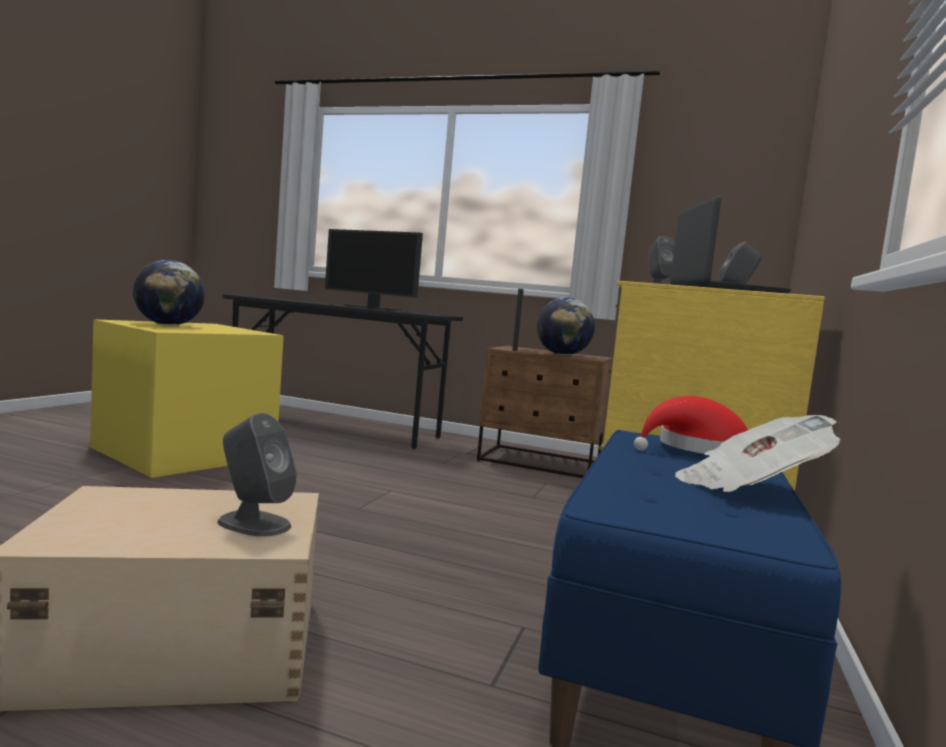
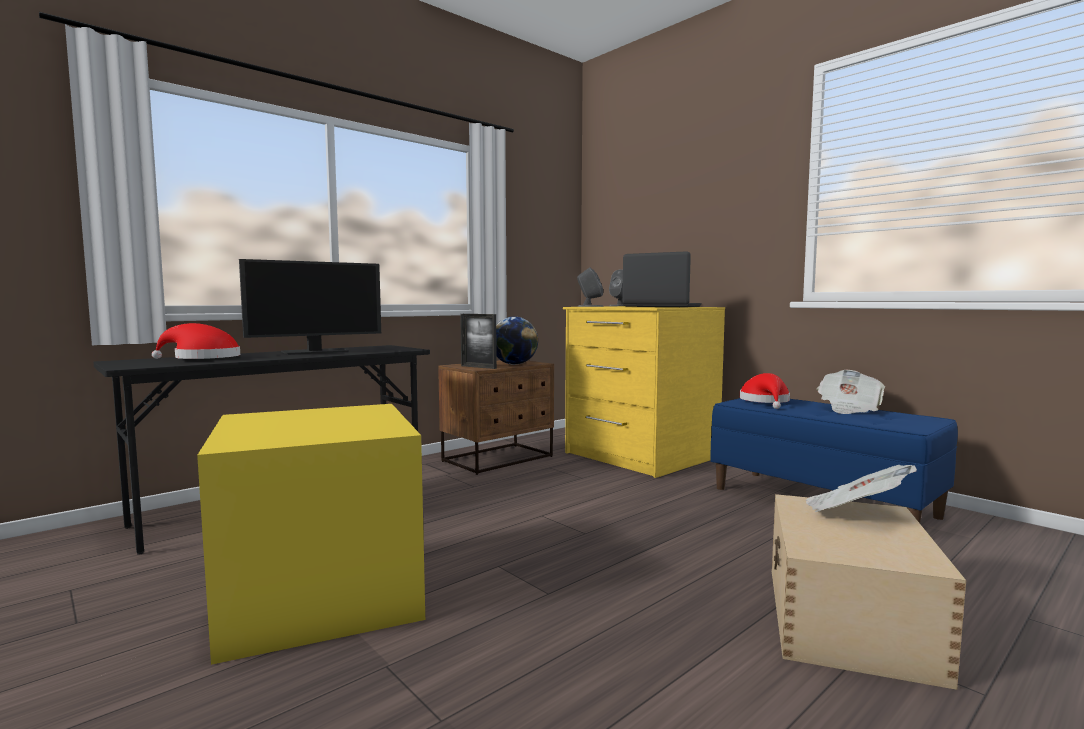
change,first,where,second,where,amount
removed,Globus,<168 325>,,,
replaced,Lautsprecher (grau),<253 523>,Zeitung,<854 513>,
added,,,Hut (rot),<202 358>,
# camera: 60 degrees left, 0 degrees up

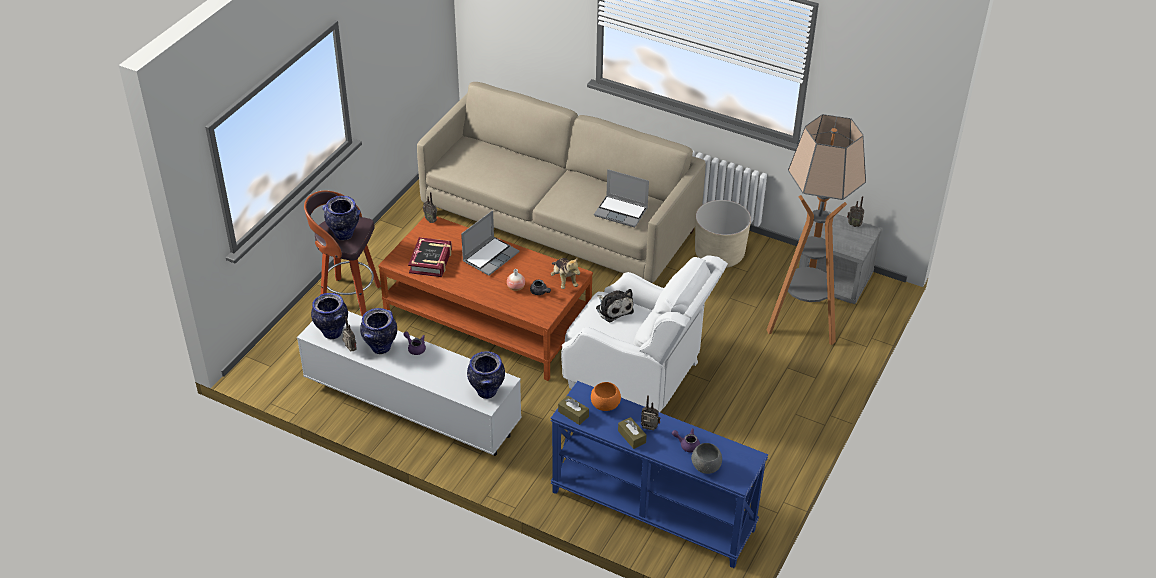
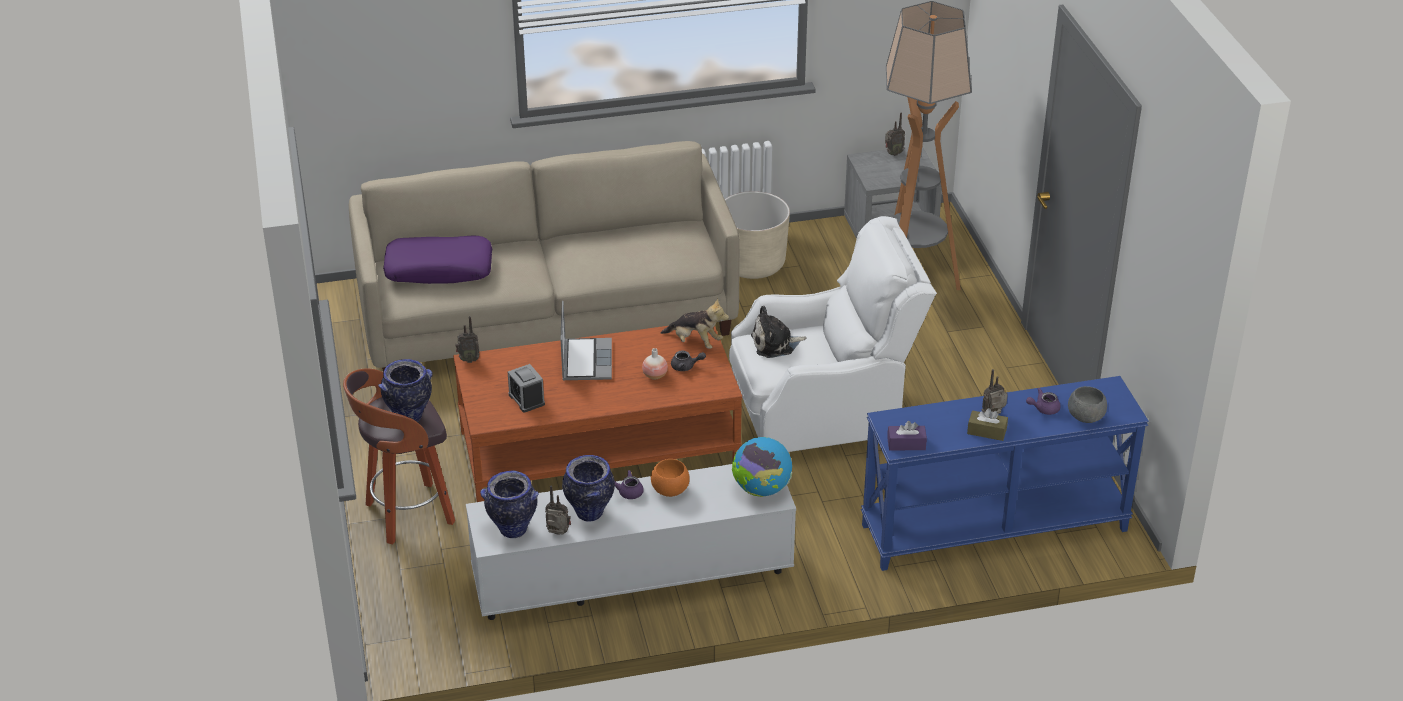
change,first,where,second,where,amount
removed,Laptop,<621 212>,,,
replaced,Buch,<431 261>,Wecker,<526 399>,
turned,Plüschtier,<613 309>,,<775 344>,150 degrees clockwise
replaced,Vase,<487 392>,Globus,<761 489>,
moved,Schüssel (orange),<605 405>,,<669 490>,
recoloured,Taschentuchbox (braun),<573 414>,Taschentuchbox (lila),<906 444>,
added,,,Kissen (lila),<439 269>,
# camera: 40 degrees left, 5 degrees down

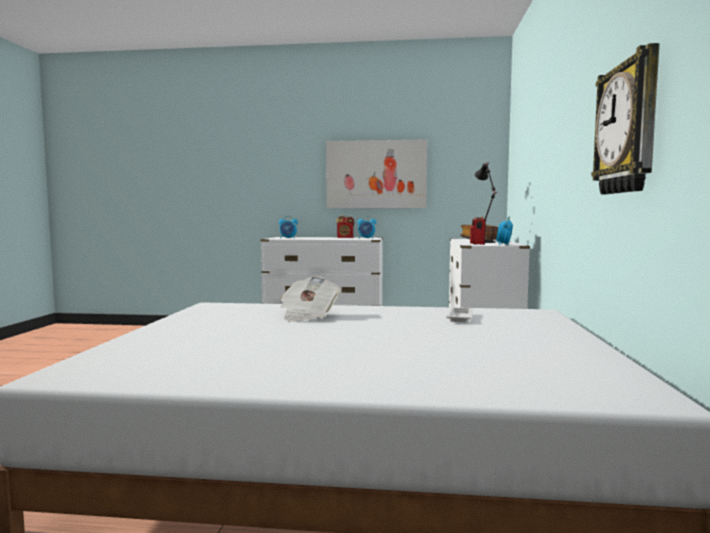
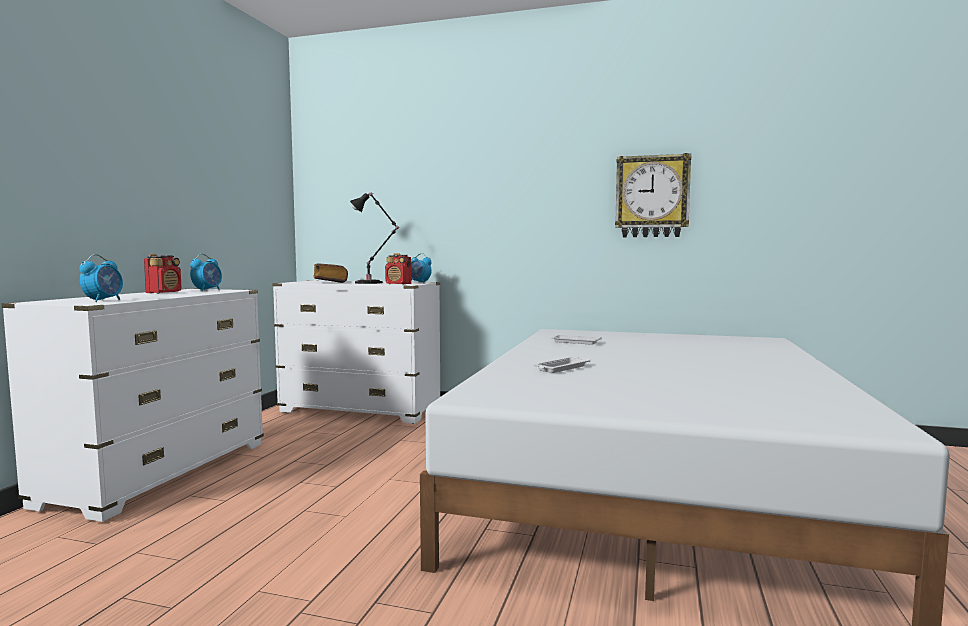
change,first,where,second,where,amount
removed,Bild,<376 174>,,,
replaced,Zeitung,<308 315>,Tablett (weiß),<561 368>,
# camera: 80 degrees left, 0 degrees up

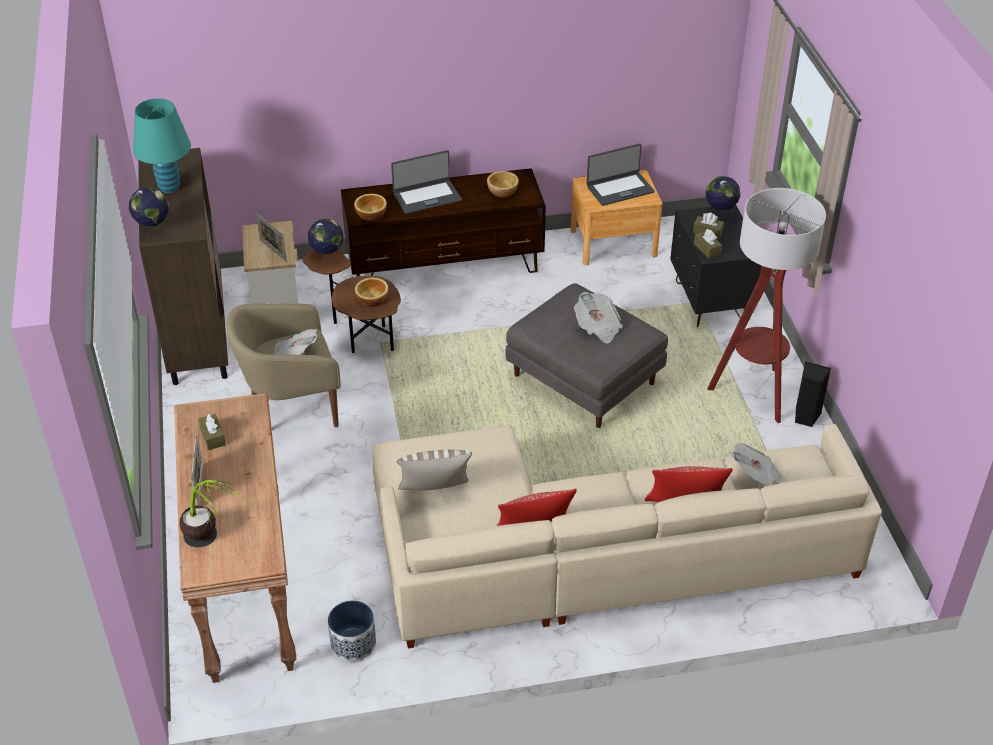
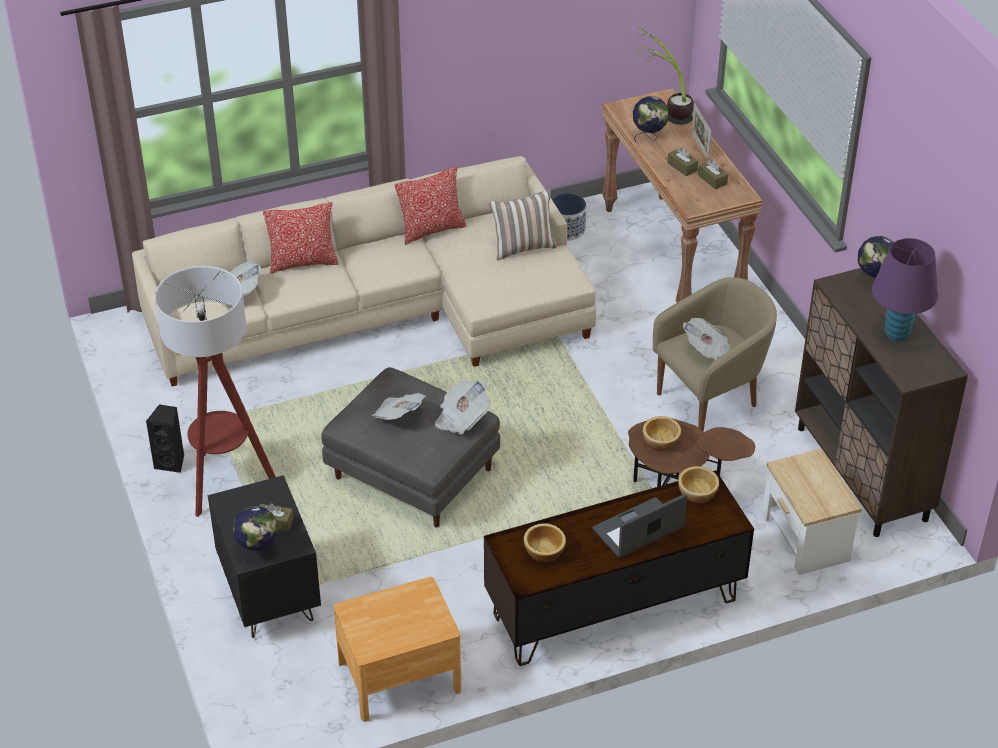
change,first,where,second,where,amount
recoloured,Tischlampe (türkis),<169 188>,Tischlampe (lila),<896 334>,
removed,Laptop,<619 189>,,,
removed,Bilderrahmen,<273 250>,,,
moved,Globus,<327 258>,,<649 137>,
moved,Taschentuchbox (braun),<707 249>,,<682 167>,
added,,,Zeitung,<461 418>,
# camera: 170 degrees right, 0 degrees up

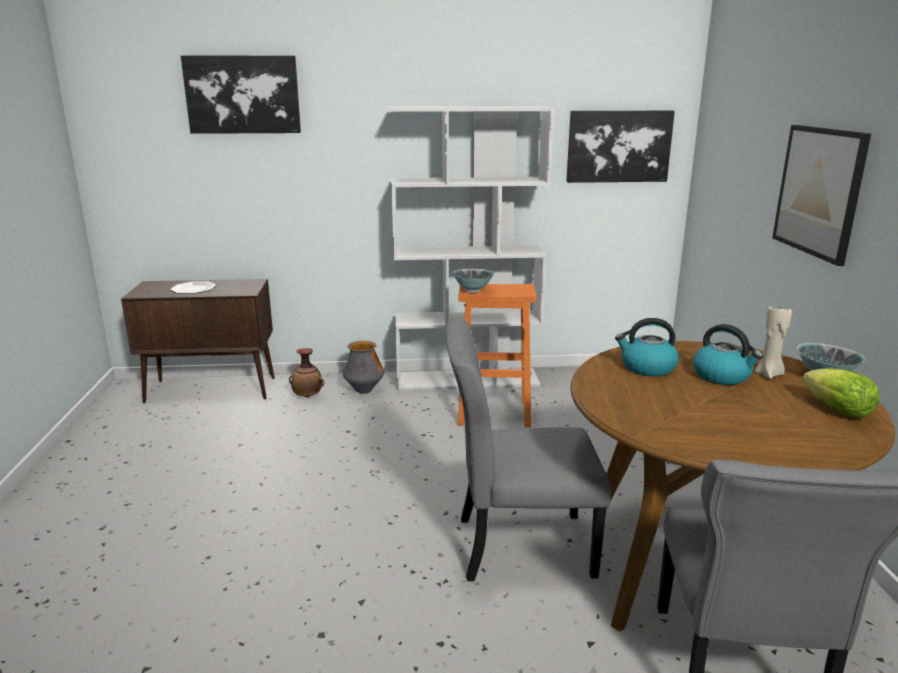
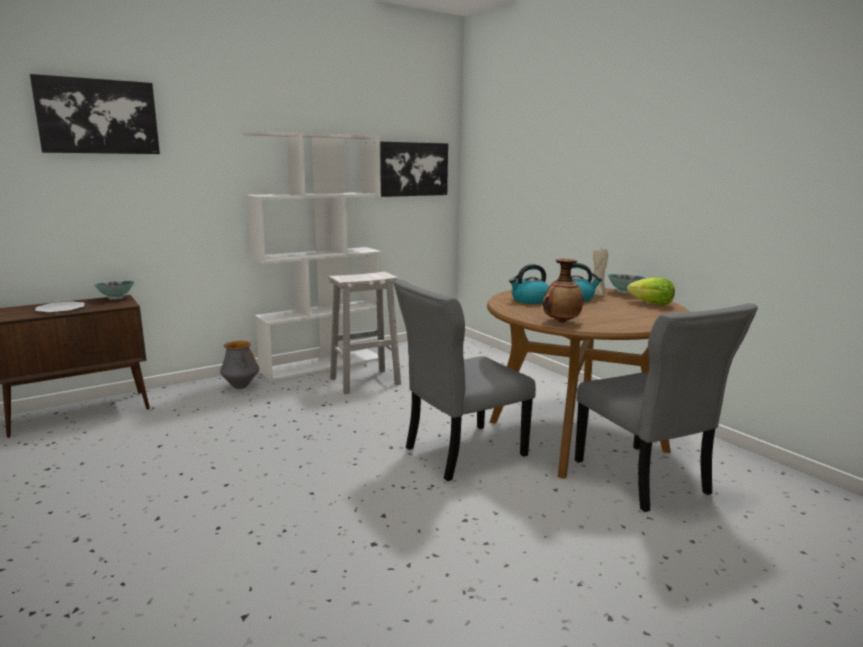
change,first,where,second,where,amount
removed,Bild,<819 191>,,,
moved,Schüssel,<472 291>,,<116 298>,
recoloured,Hocker (orange),<492 413>,Hocker (weiß),<364 381>,
moved,Vase,<308 396>,,<561 322>,
# camera: 30 degrees left, 5 degrees down

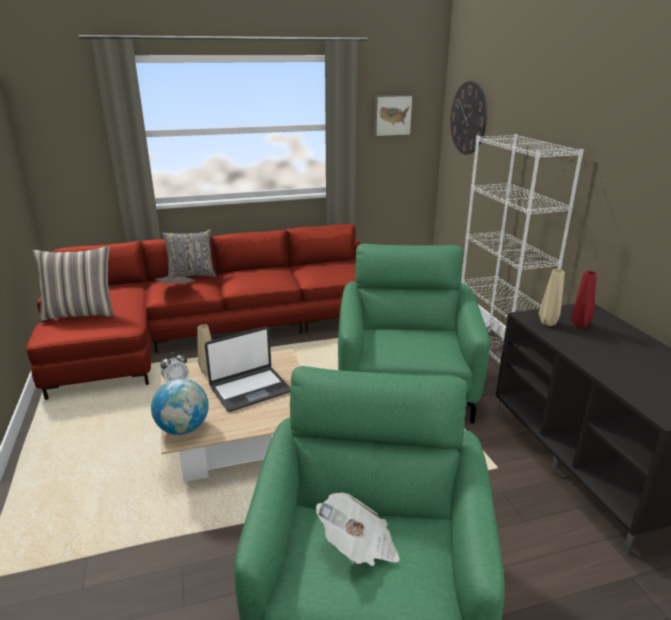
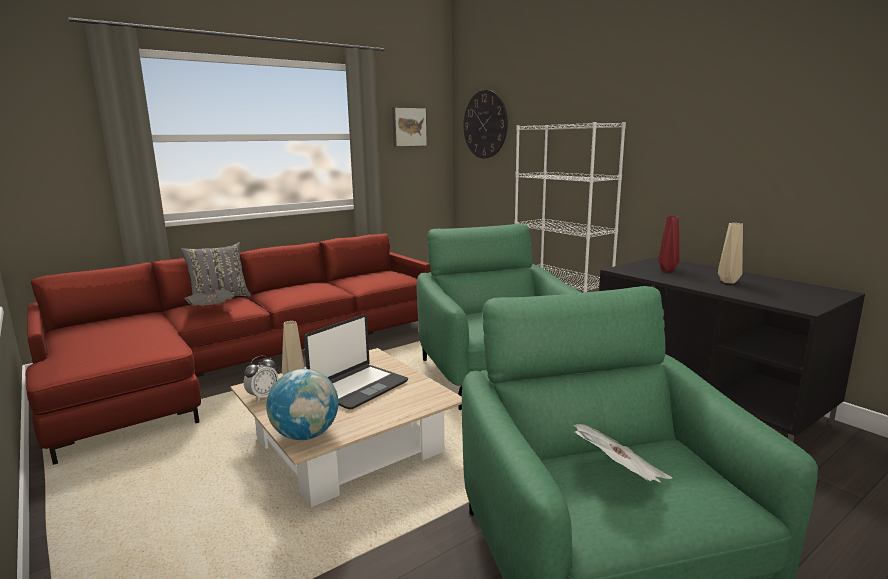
change,first,where,second,where,amount
removed,Kissen,<81 313>,,,
moved,Vase (beige),<547 323>,,<728 282>,
# camera: 20 degrees left, 10 degrees down

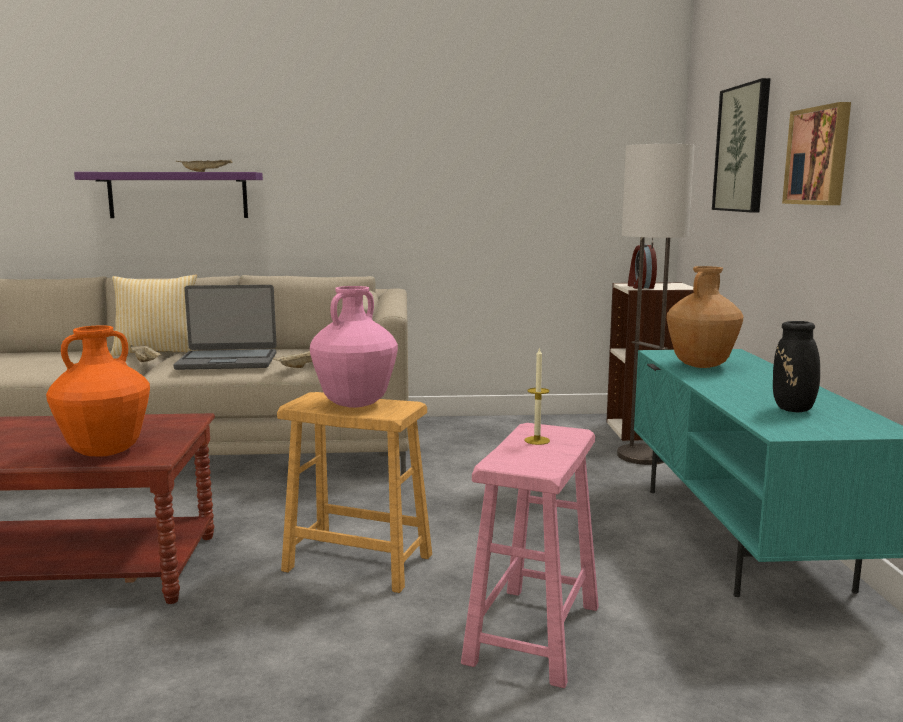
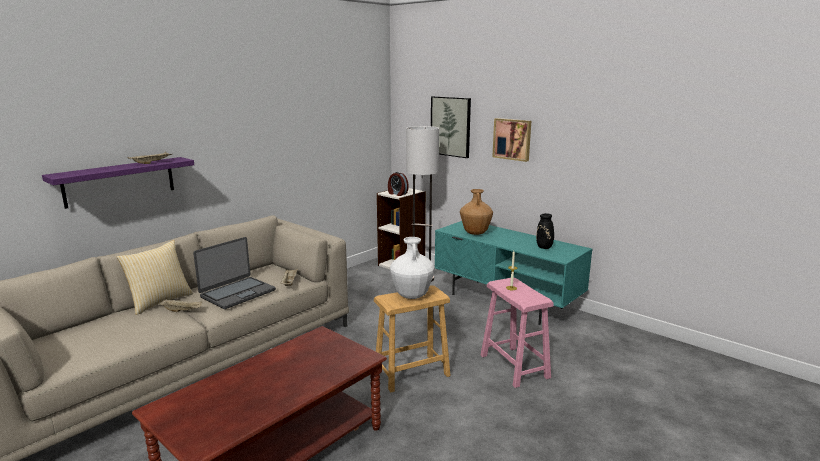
change,first,where,second,where,amount
recoloured,Vase (rosa),<355 404>,Vase (weiß),<412 296>,
removed,Vase (orange),<106 452>,,,
# camera: 45 degrees left, 5 degrees up

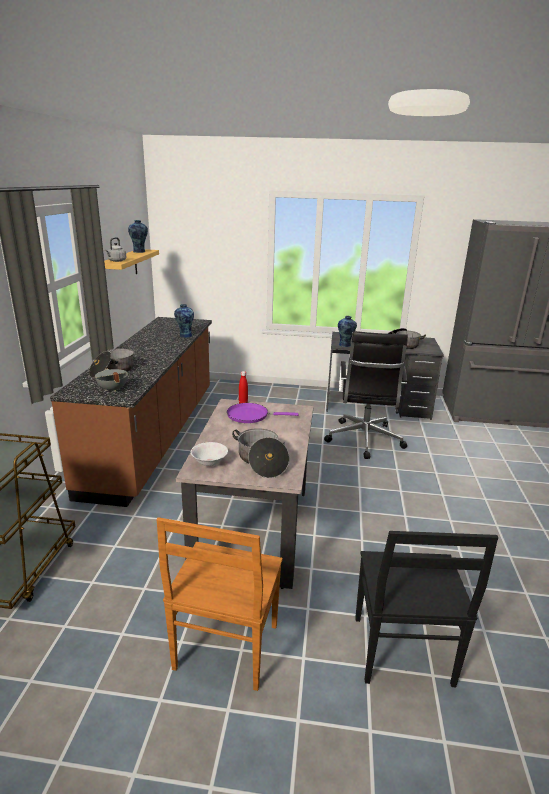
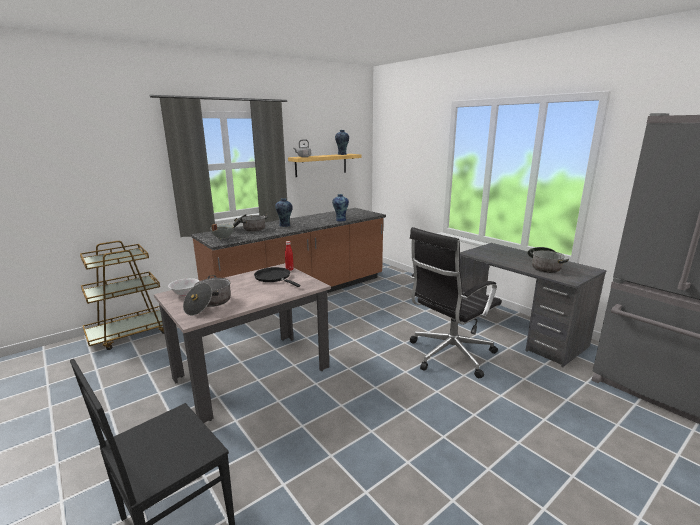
change,first,where,second,where,amount
moved,Vase,<345 345>,,<285 225>,
recoloured,Pfanne (lila),<251 416>,Pfanne (schwarz),<274 278>,
removed,Stuhl (braun),<225 649>,,,
# camera: 45 degrees right, 5 degrees down

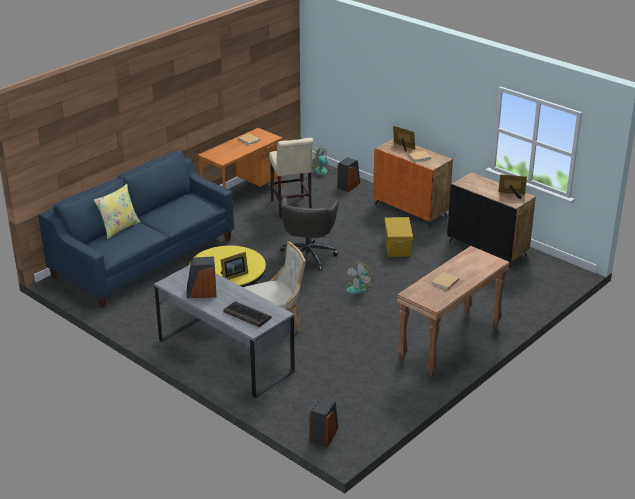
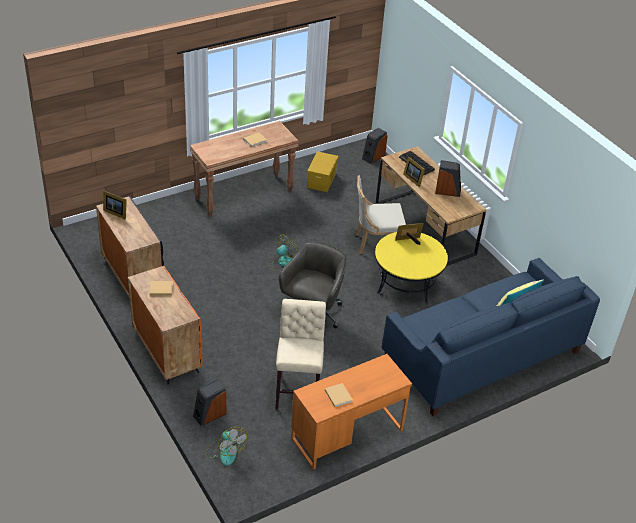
change,first,where,second,where,amount
moved,Bilderrahmen,<403 147>,,<413 179>,
moved,Aufbewahrungsbox (gelb),<398 247>,,<321 180>,
recoloured,Schreibtisch (grau),<225 355>,Schreibtisch (braun),<424 228>,
# camera: 165 degrees left, 10 degrees up

